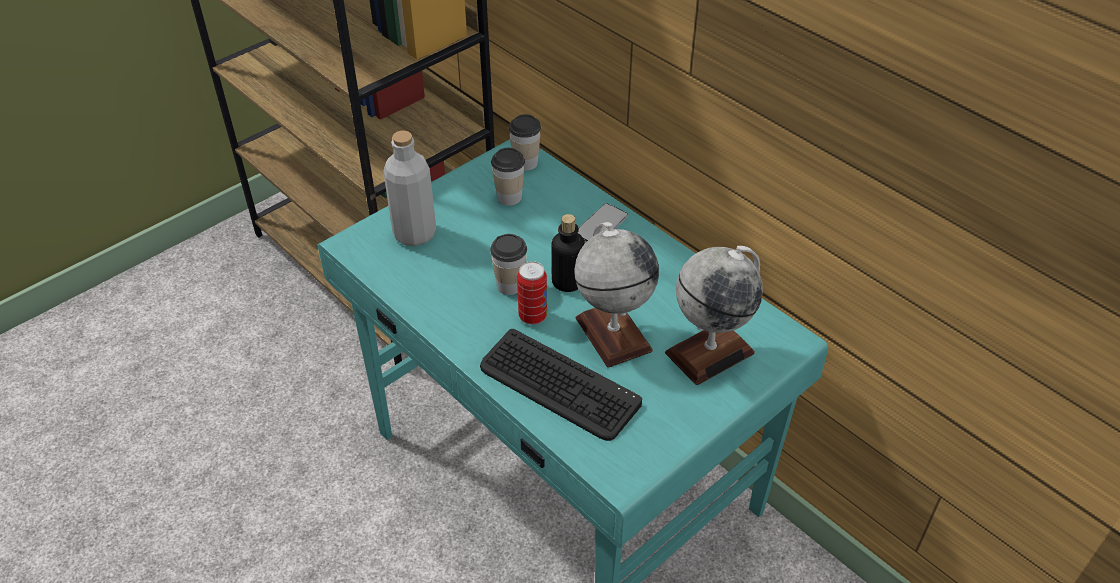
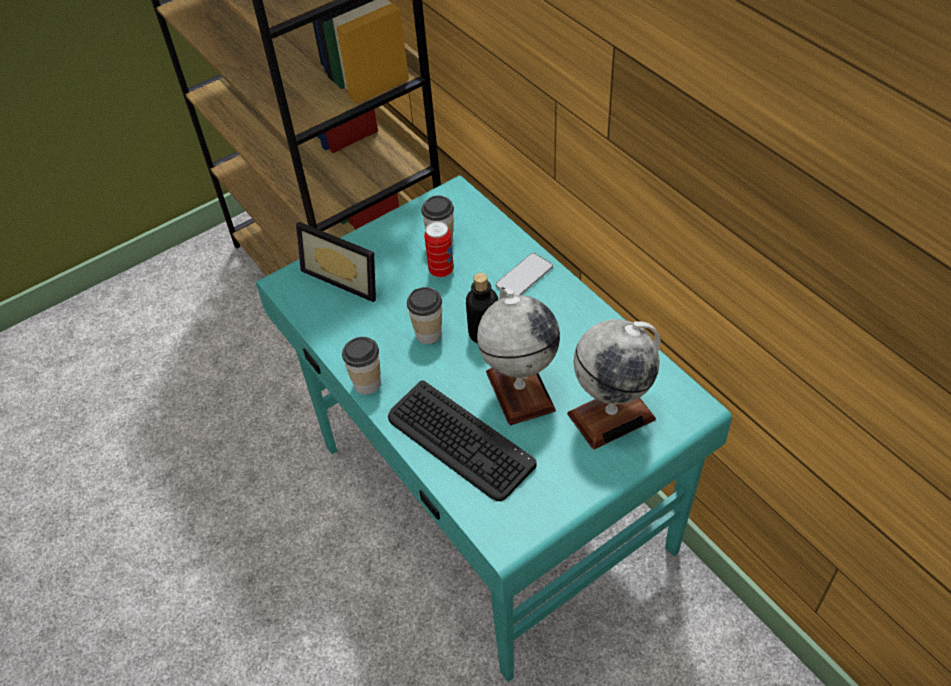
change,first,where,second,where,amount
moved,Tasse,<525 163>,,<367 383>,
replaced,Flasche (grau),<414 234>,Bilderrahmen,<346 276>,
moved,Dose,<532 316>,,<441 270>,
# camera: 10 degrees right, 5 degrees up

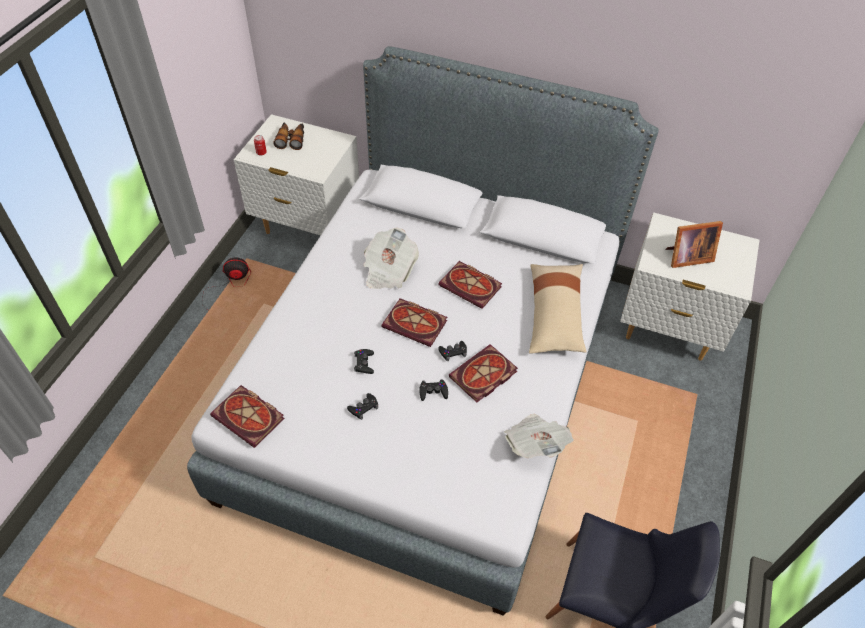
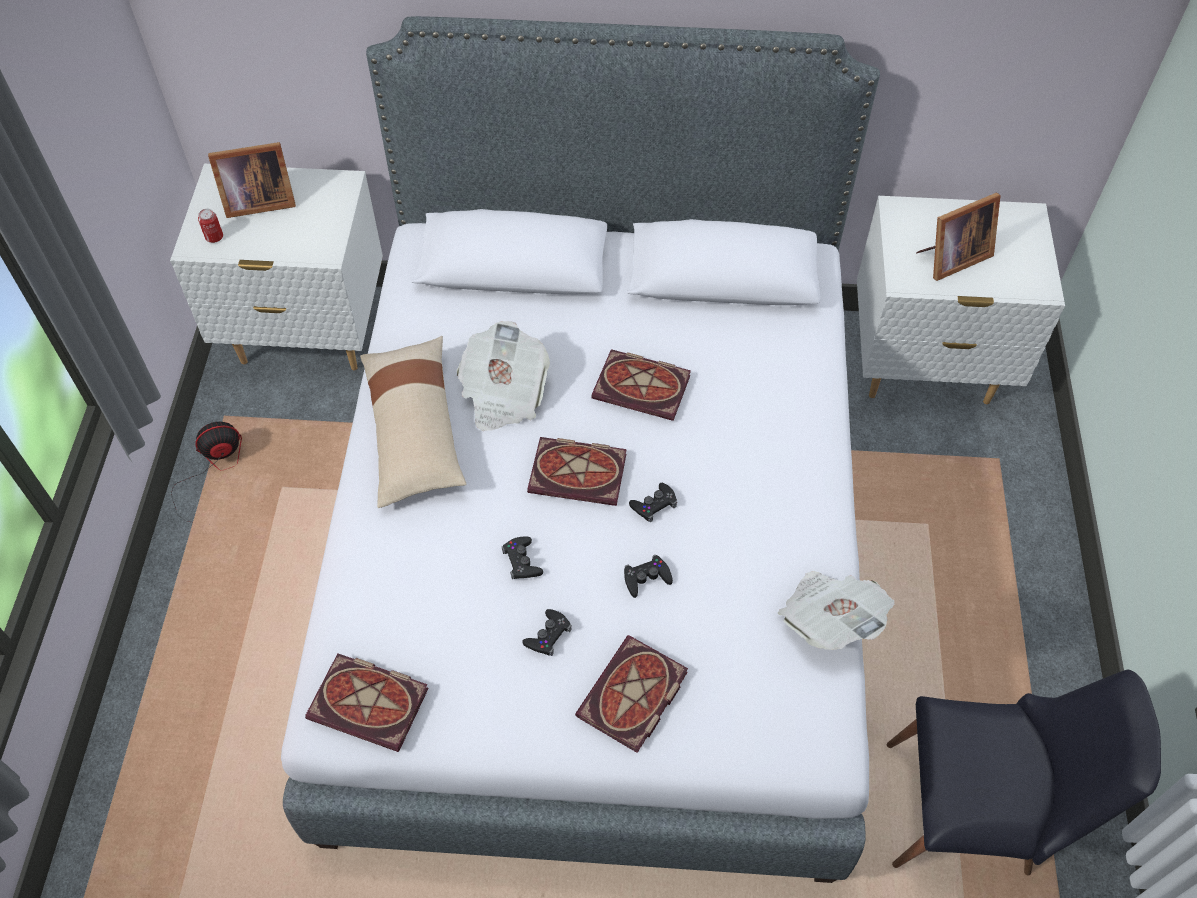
change,first,where,second,where,amount
replaced,Fernglas,<291 139>,Bilderrahmen,<257 201>,
moved,Kissen (beige),<554 315>,,<414 431>,
moved,Buch,<483 376>,,<633 698>,
# camera: 15 degrees left, 5 degrees up

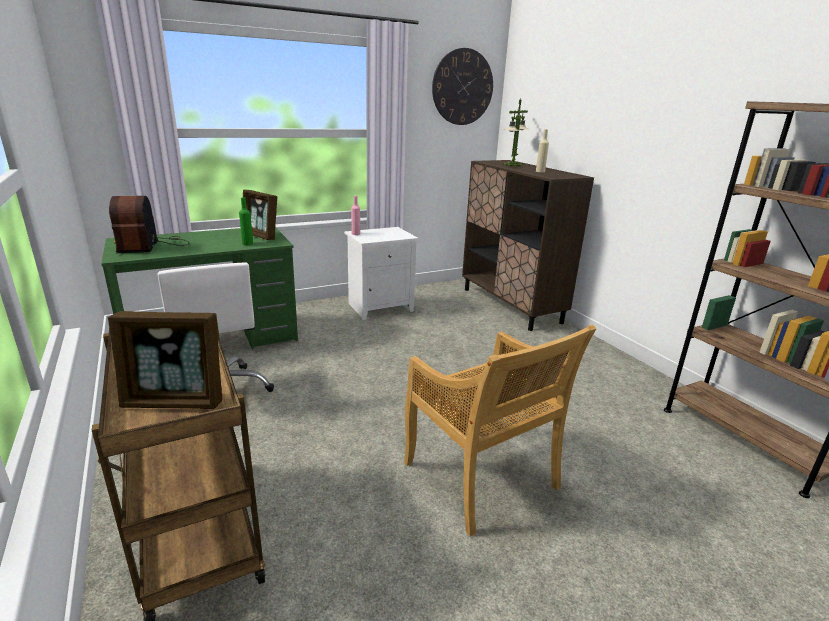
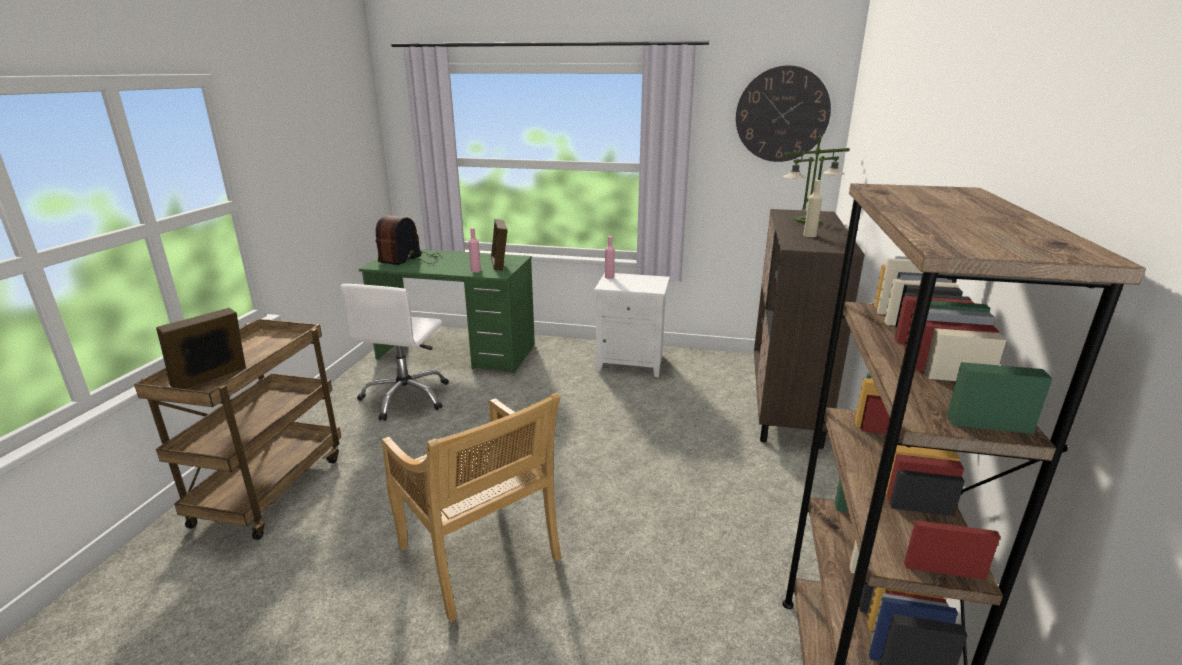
change,first,where,second,where,amount
recoloured,Flasche (grün),<247 243>,Flasche (rosa),<475 270>,
turned,Bilderrahmen,<175 401>,,<211 379>,90 degrees clockwise
turned,Stuhl (beige),<482 477>,,<480 556>,45 degrees counterclockwise
# camera: 40 degrees right, 0 degrees up

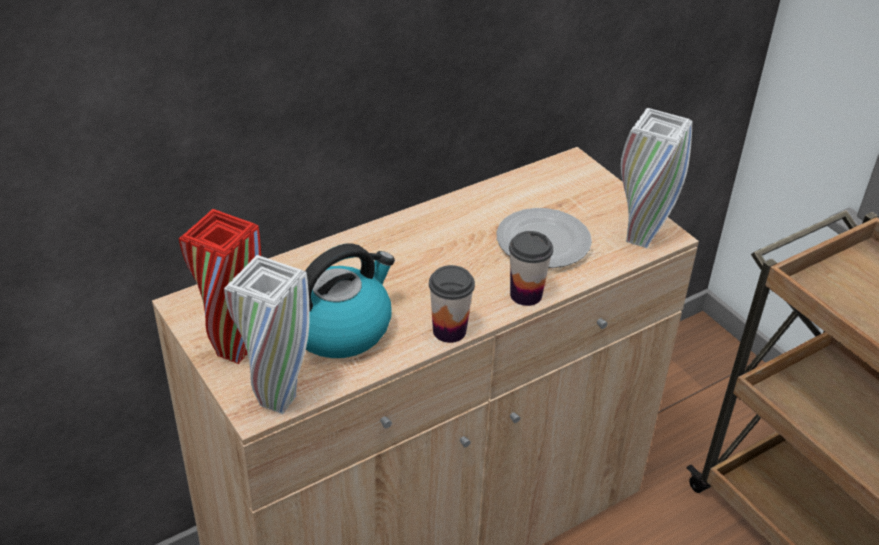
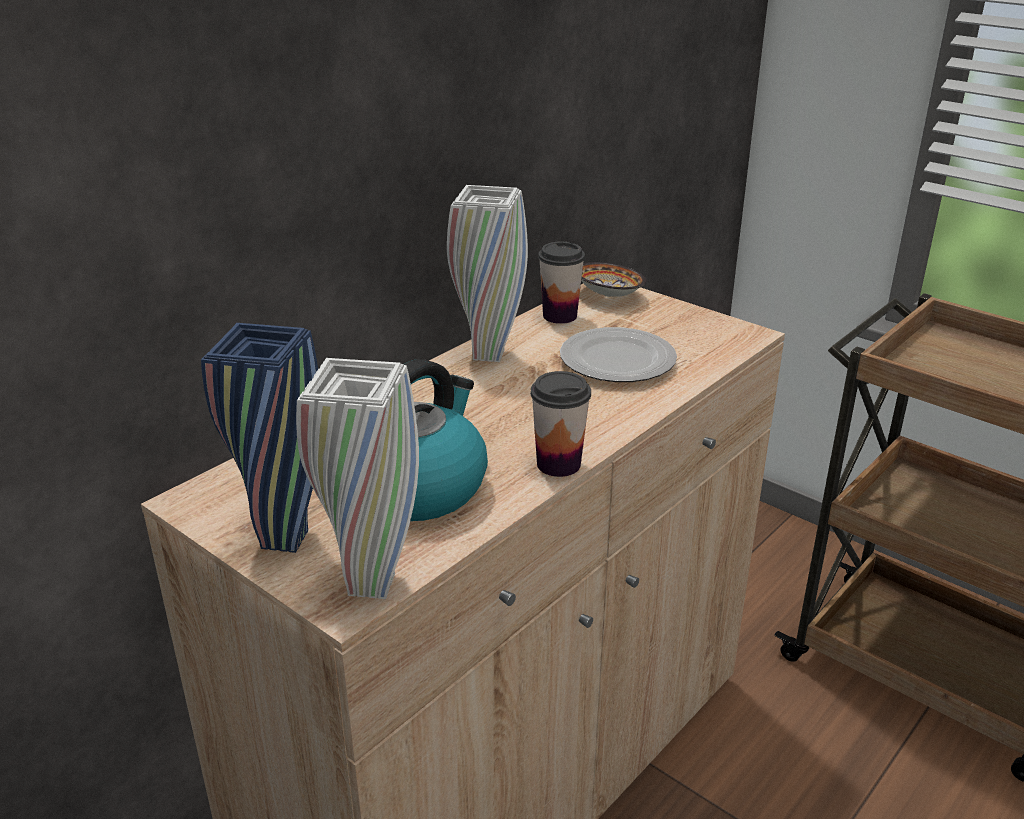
change,first,where,second,where,amount
moved,Vase (weiß),<640 239>,,<488 355>,
recoloured,Vase (rot),<235 351>,Vase (blau),<284 539>,
moved,Tasse,<526 295>,,<560 316>,
added,,,Schüssel,<608 295>,
# camera: 15 degrees left, 10 degrees down

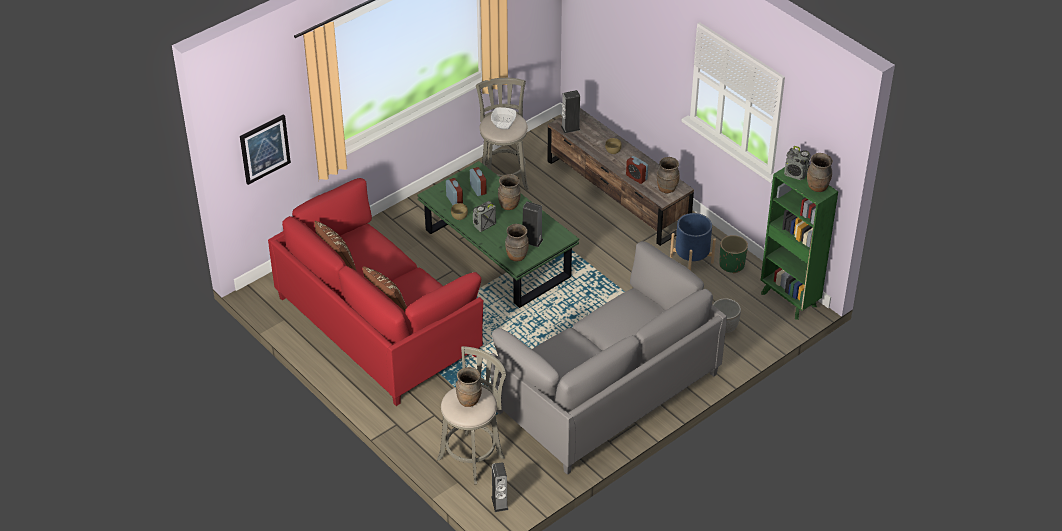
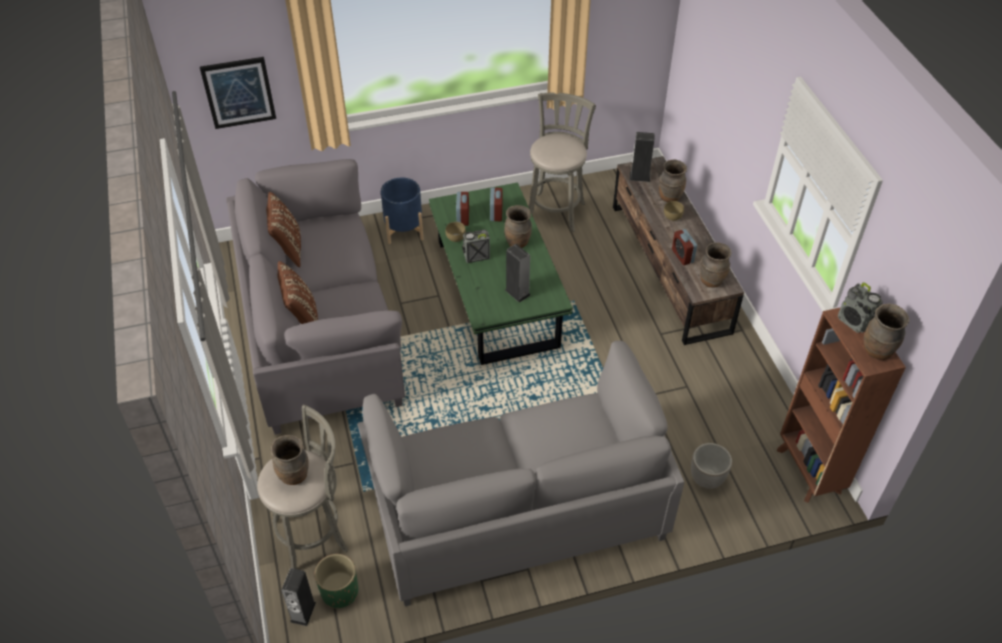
change,first,where,second,where,amount
removed,Schüssel,<504 125>,,,
recoloured,Bücherregal (grün),<789 300>,Bücherregal (braun),<809 472>,
recoloured,Sofa (rot),<378 325>,Sofa (grau),<321 331>,
moved,Pflanzkübel (blau),<691 259>,,<404 230>,
moved,Vase (braun),<516 256>,,<669 197>,
moved,Pflanzkübel (grün),<731 265>,,<339 592>,
# camera: 25 degrees right, 5 degrees up

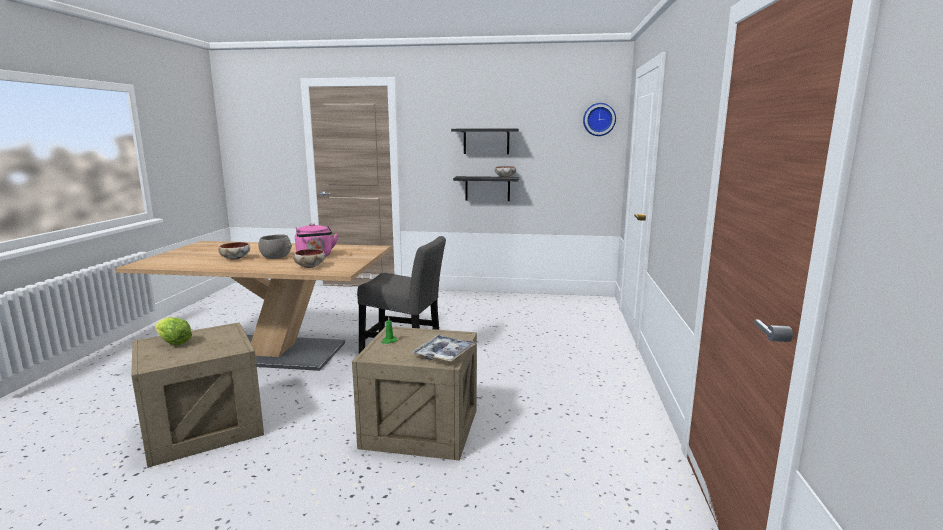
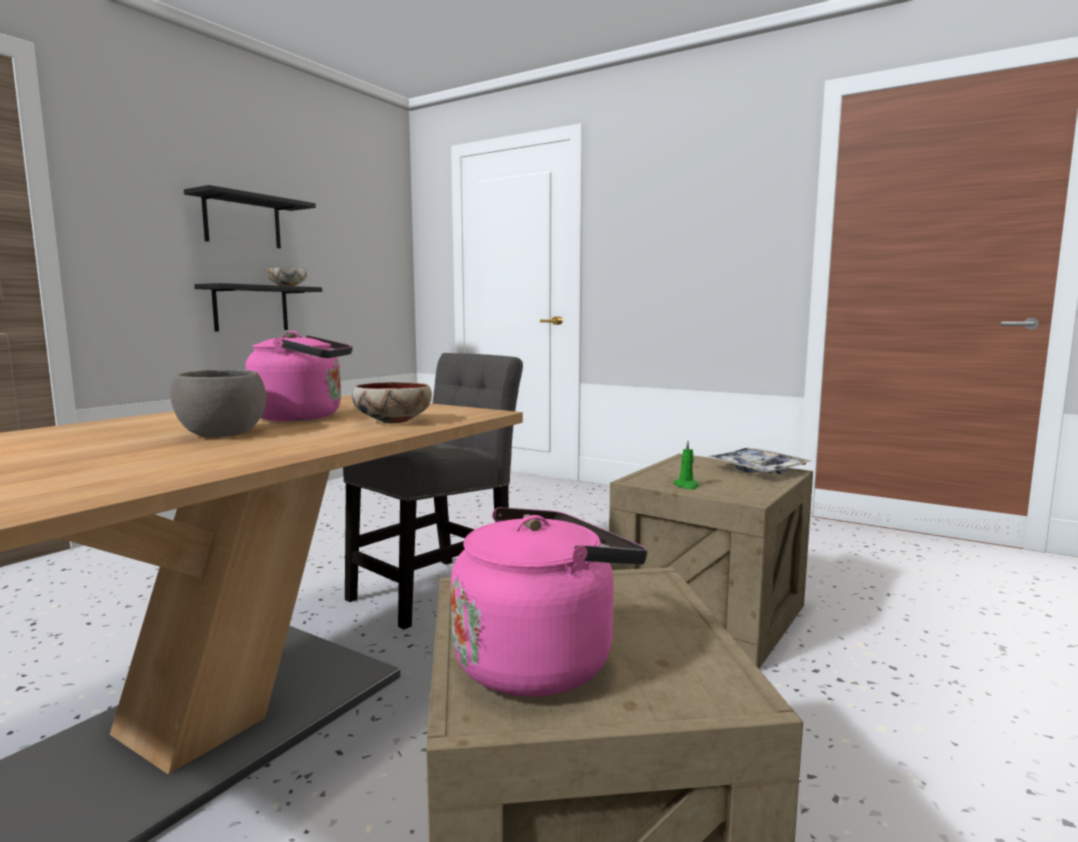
change,first,where,second,where,amount
removed,Wanduhr,<599 119>,,,
removed,Schüssel,<235 258>,,,
replaced,Salatkopf,<173 343>,Wasserkessel (rosa),<541 660>,
# camera: 65 degrees left, 5 degrees down

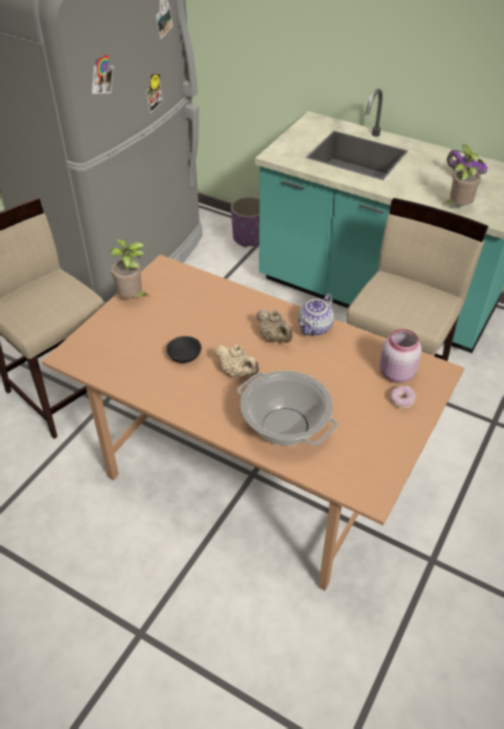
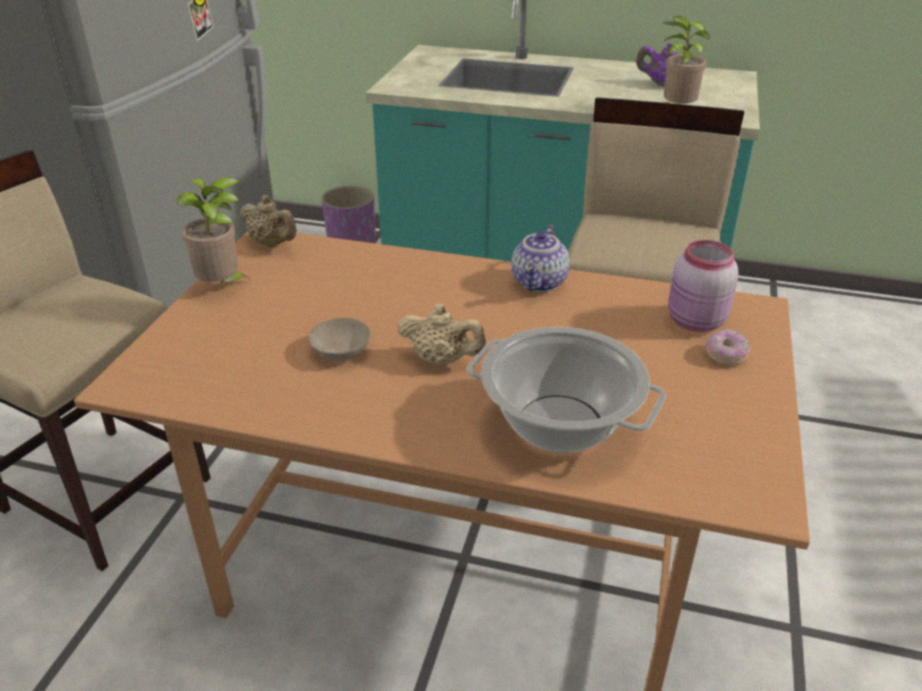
change,first,where,second,where,amount
moved,Teekanne (beige),<274 338>,,<272 244>,
recoloured,Schüssel (schwarz),<185 356>,Schüssel (beige),<343 351>,
# camera: 15 degrees left, 10 degrees down

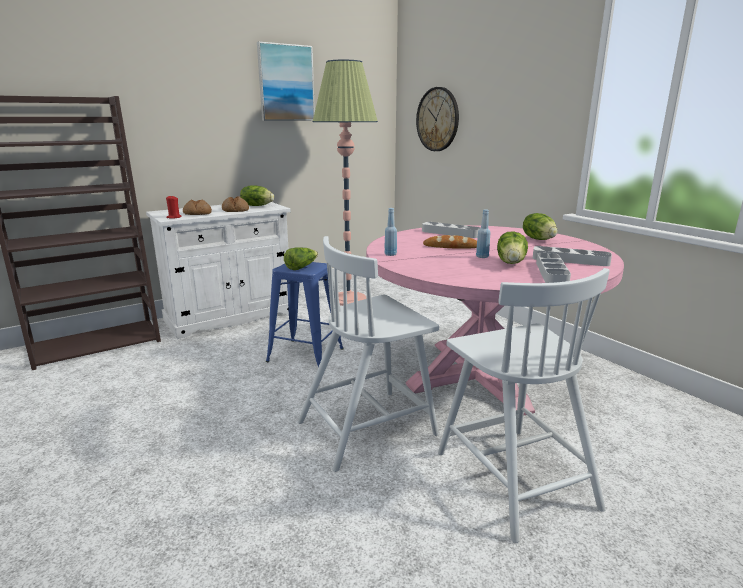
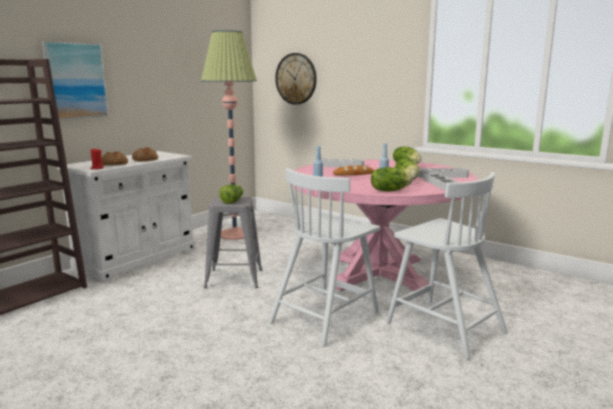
change,first,where,second,where,amount
moved,Bild,<286 83>,,<75 80>,
moved,Salatkopf,<257 206>,,<389 190>,
recoloured,Hocker (blau),<305 355>,Hocker (grau),<233 278>,
# camera: 20 degrees left, 5 degrees down

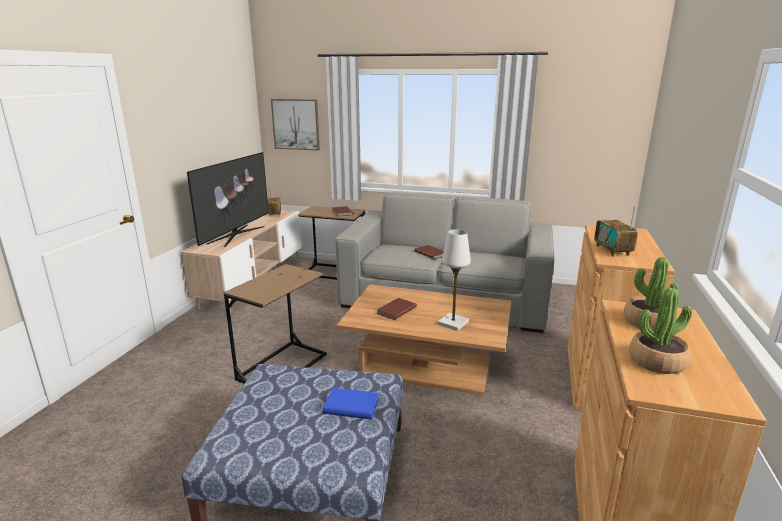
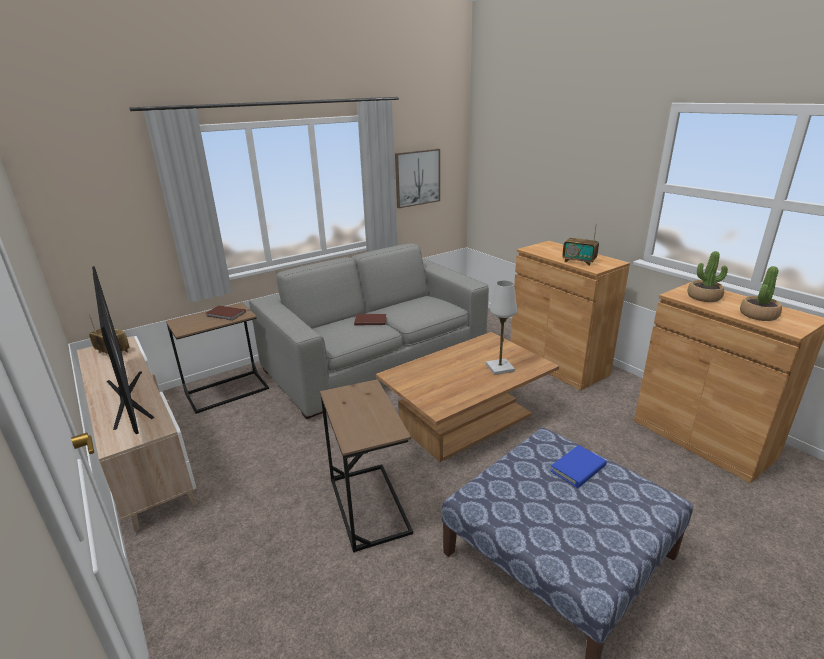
change,first,where,second,where,amount
moved,Bild,<296 124>,,<417 178>,
removed,Buch (braun),<395 310>,,,
# camera: 50 degrees left, 5 degrees up

